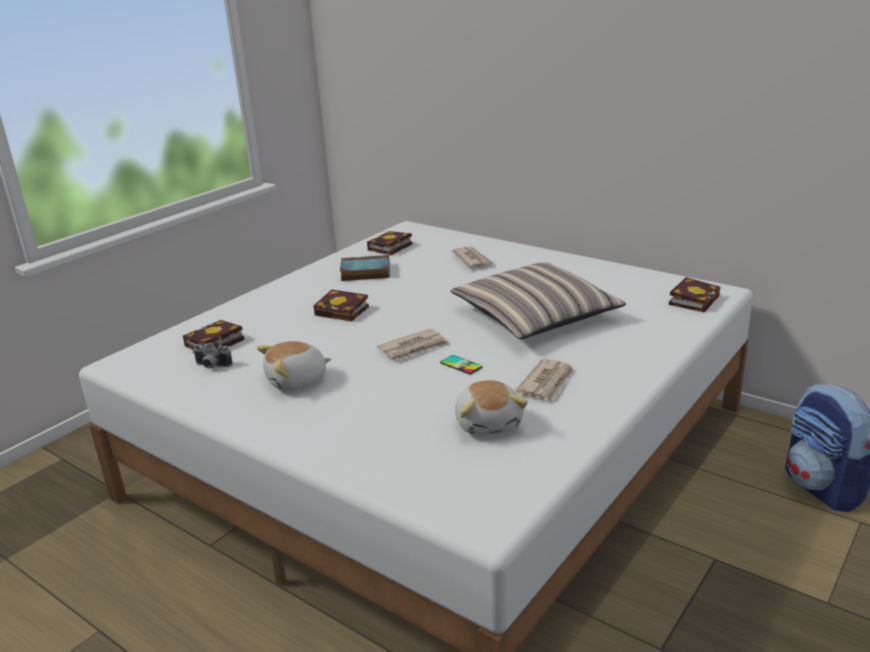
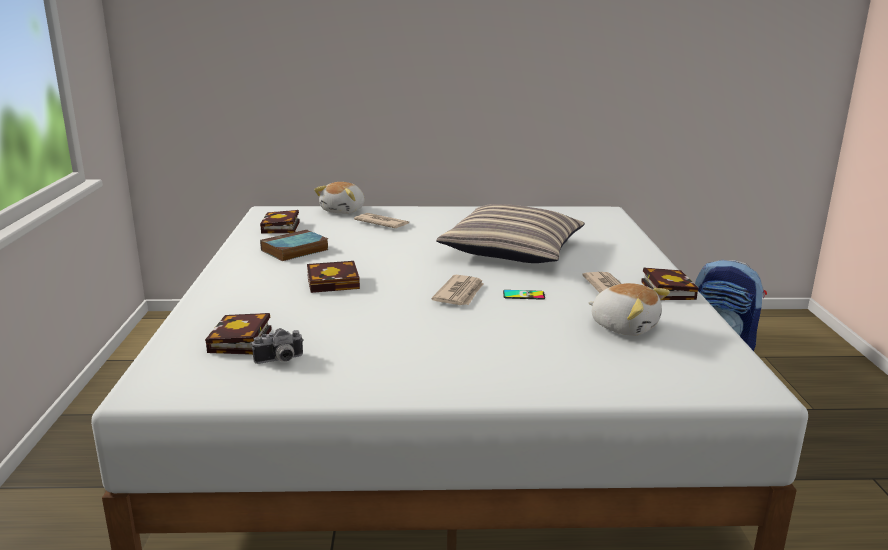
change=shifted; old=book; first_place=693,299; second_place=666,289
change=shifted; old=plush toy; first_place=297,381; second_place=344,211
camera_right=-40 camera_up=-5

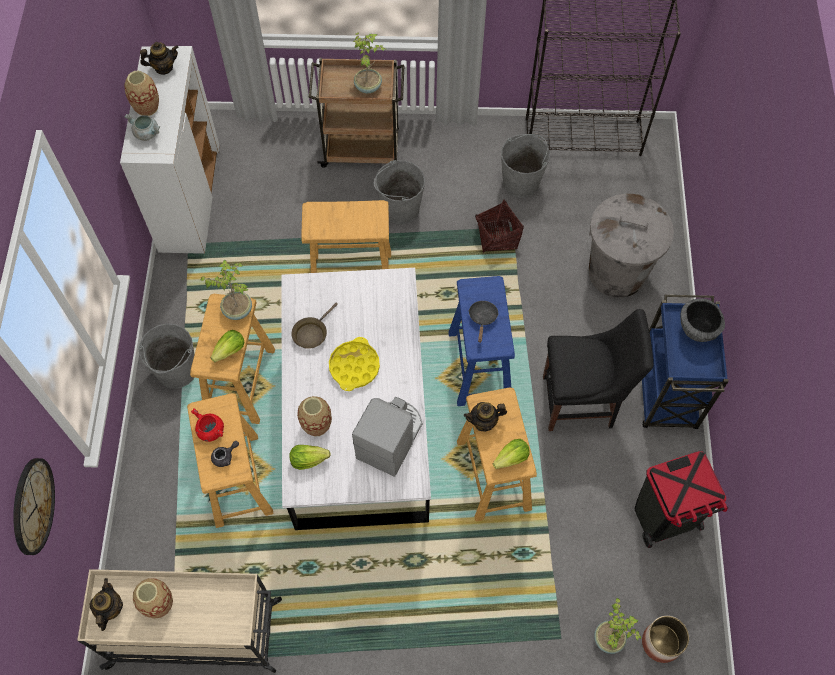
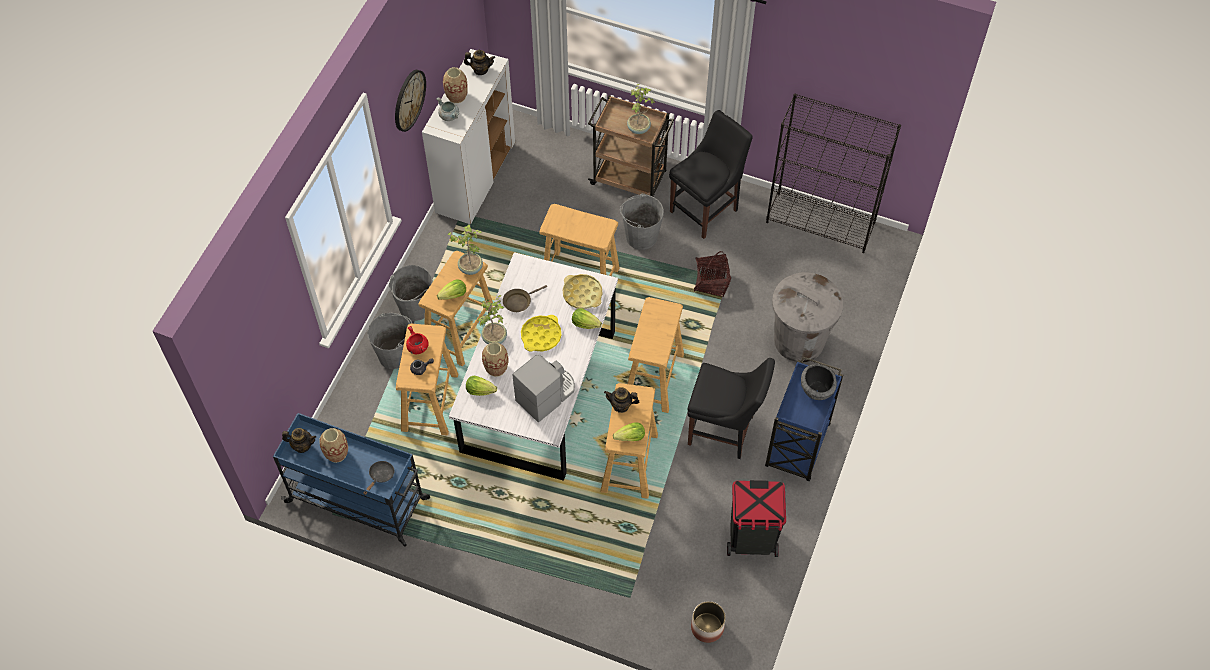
change=shifted; old=bucket (grey); first_place=521,182; second_place=395,354
change=repainted; old=stool (blue); new=stool (beige); first_place=479,367; second_place=653,378
change=shifted; old=frying pan (black); first_place=482,318; second_place=380,476
change=shifted; old=wall clock; first_place=32,506; second_place=409,100
change=repainted; old=cart (beige); new=cart (blue); first_place=197,633; second_place=359,501
change=rotated; old=teapot; first_place=110,609; second_place=302,445; degrees=75
change=shifted; old=potted plant; first_place=609,638; second_place=495,338
change=new; new=chair (black); second_place=706,209
change=new; new=tray (yellow); second_place=582,294
change=new; new=lettuce; second_place=585,323
camera_right=20 camera_up=-5

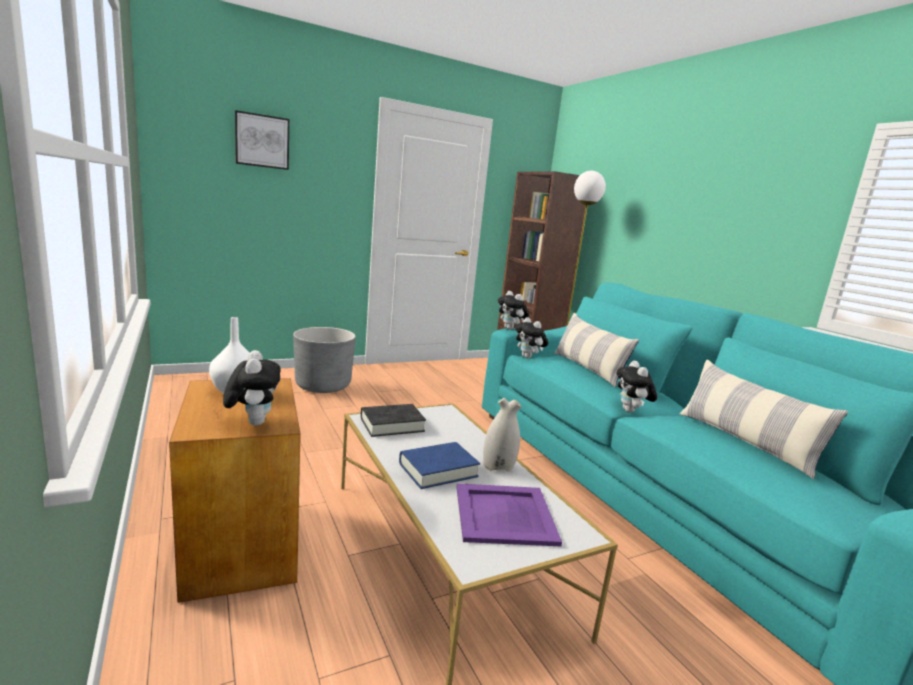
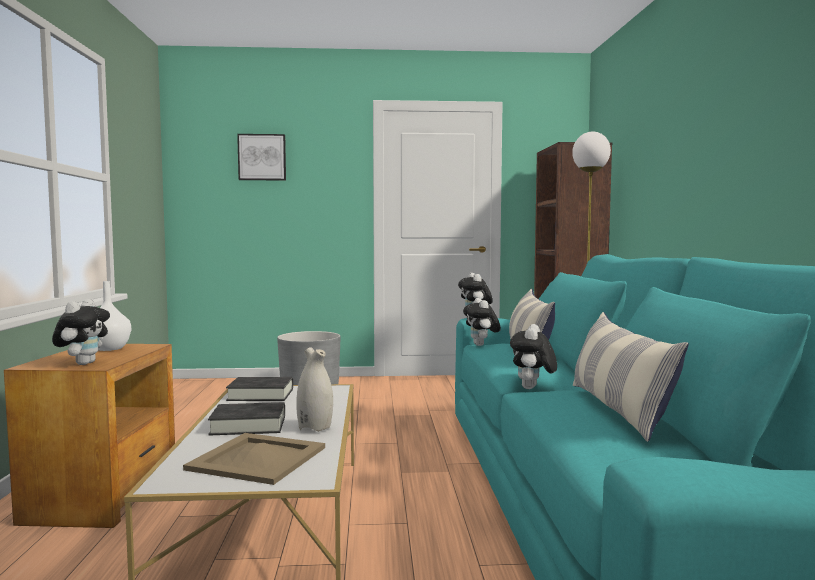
change=repainted; old=book (blue); new=book (black); first_place=438,470; second_place=248,425
change=repainted; old=tray (purple); new=tray (beige); first_place=503,513; second_place=257,458
camera_right=25 camera_up=-10

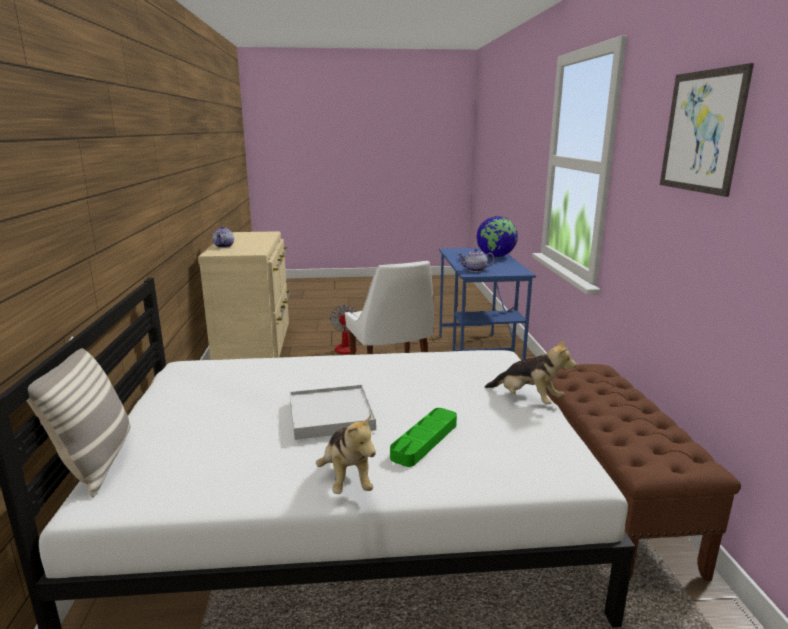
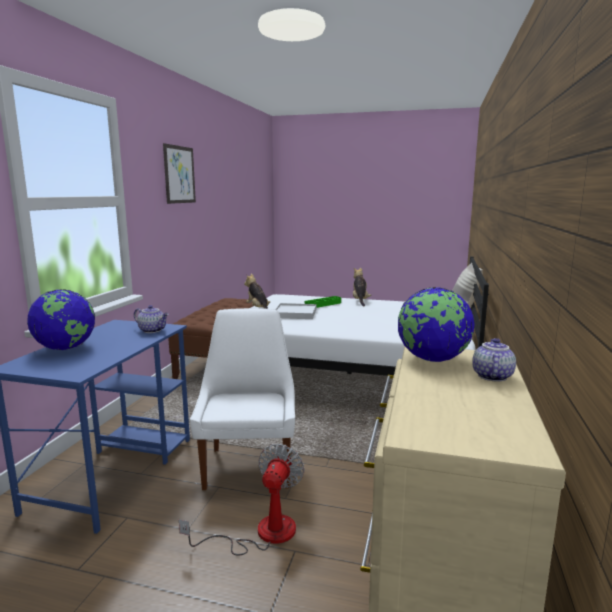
change=shifted; old=tray (white); first_place=330,415; second_place=295,313
change=new; new=globe; second_place=432,359
camera_right=-160 camera_up=-5

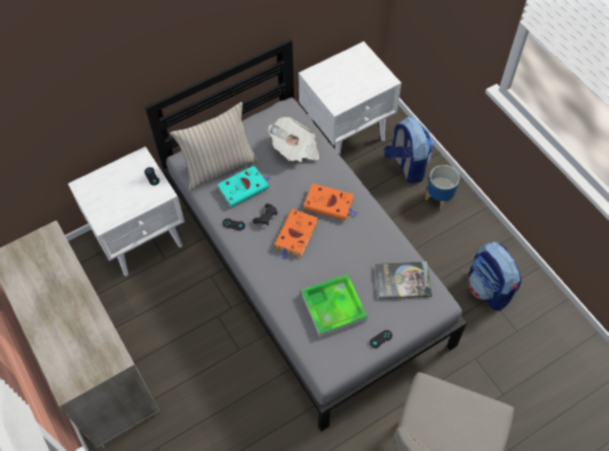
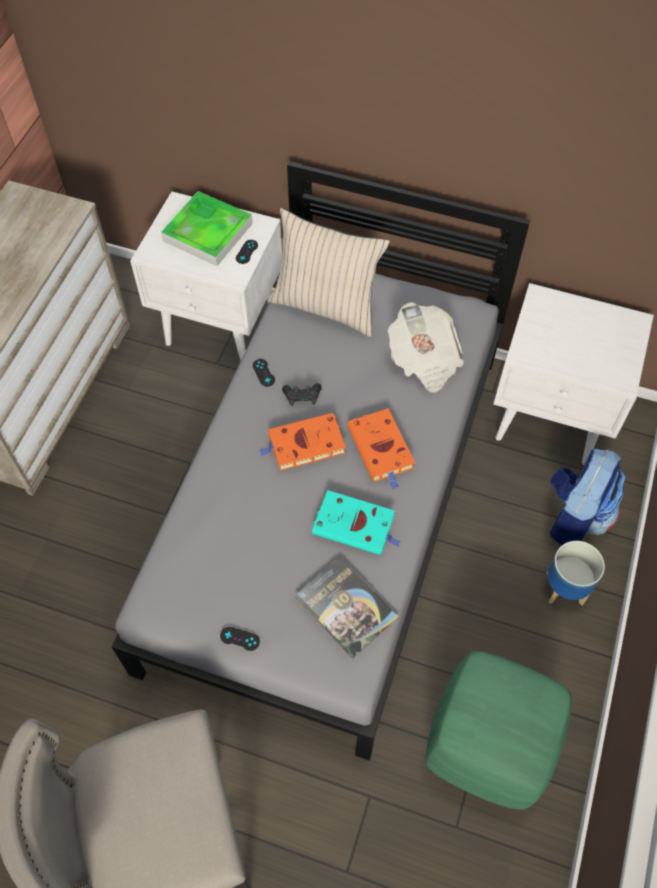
change=shifted; old=book (turquoise); first_place=244,187; second_place=356,526
change=swapped; old=backpack; new=ottoman (green); first_place=489,289; second_place=488,745
change=shifted; old=tray; first_place=333,307; second_place=208,232
camera_right=50 camera_up=0

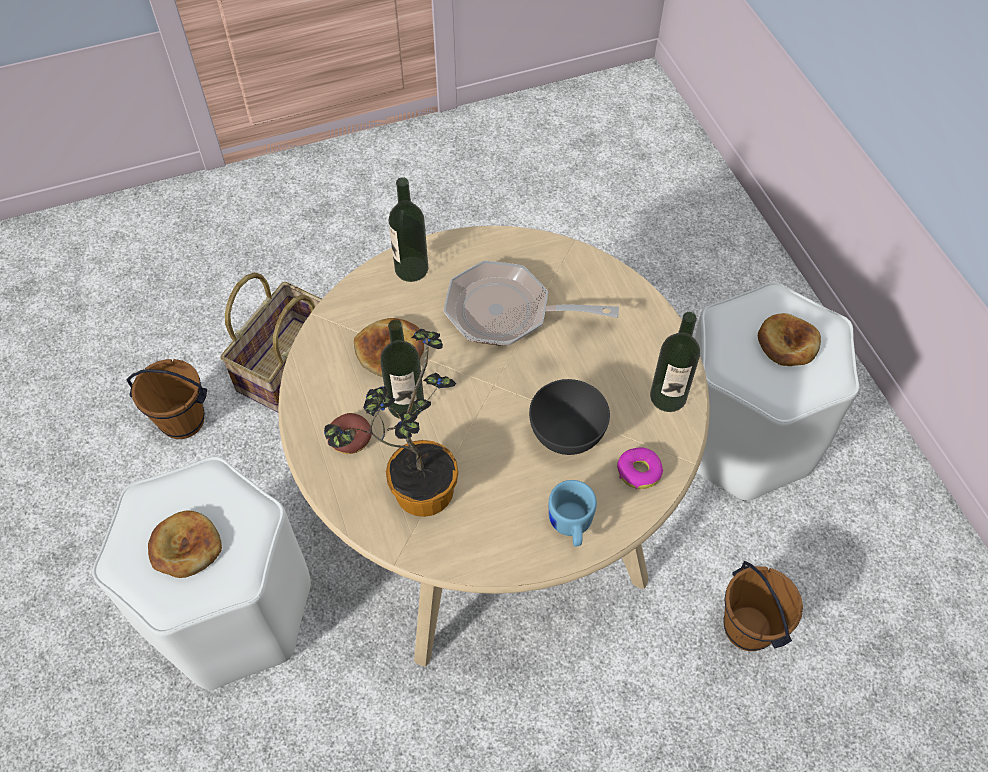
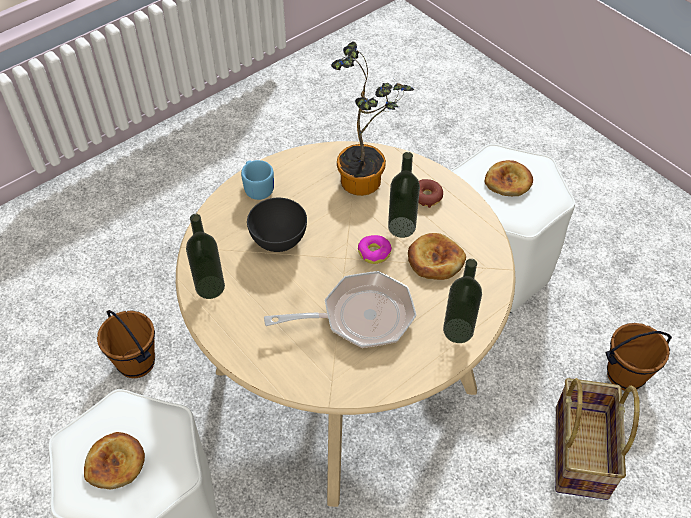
change=shifted; old=donut; first_place=638,471; second_place=374,252
camera_right=160 camera_up=-5

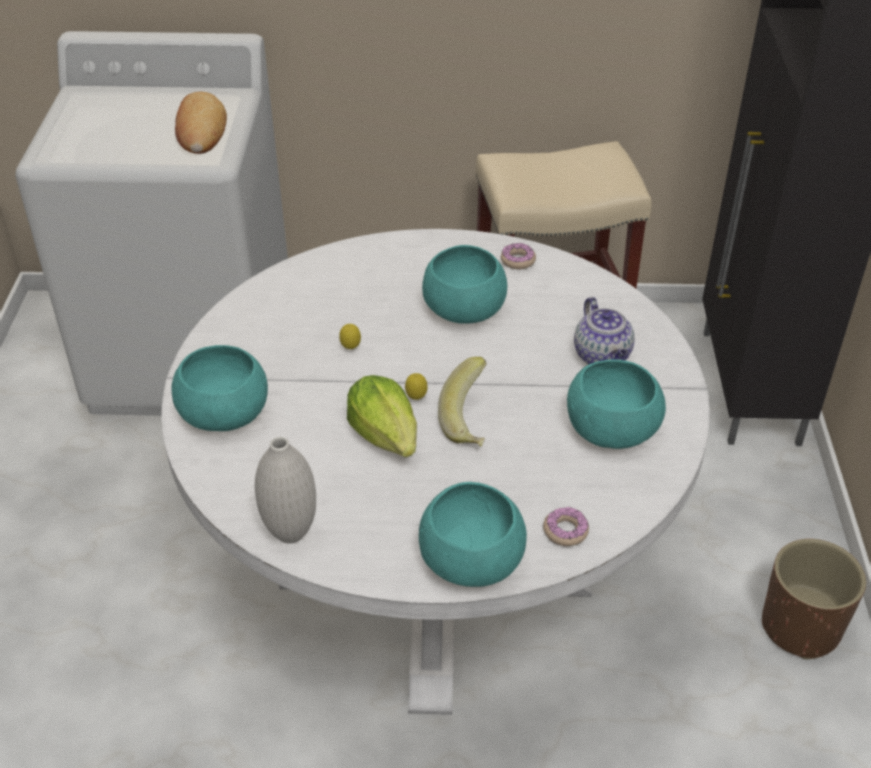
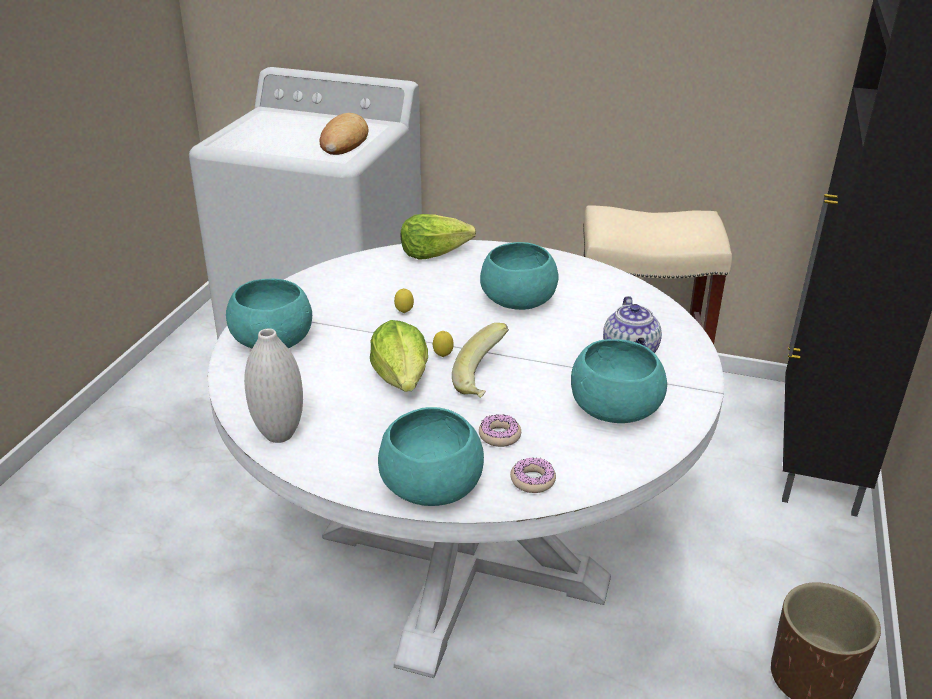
change=shifted; old=donut; first_place=518,260; second_place=499,436
change=new; new=lettuce; second_place=434,253
camera_right=15 camera_up=-10

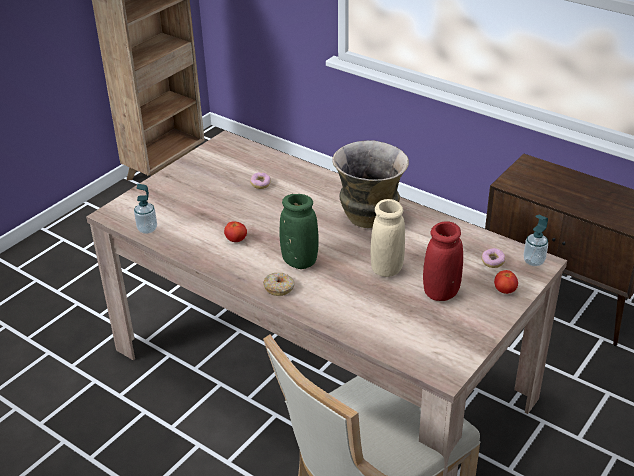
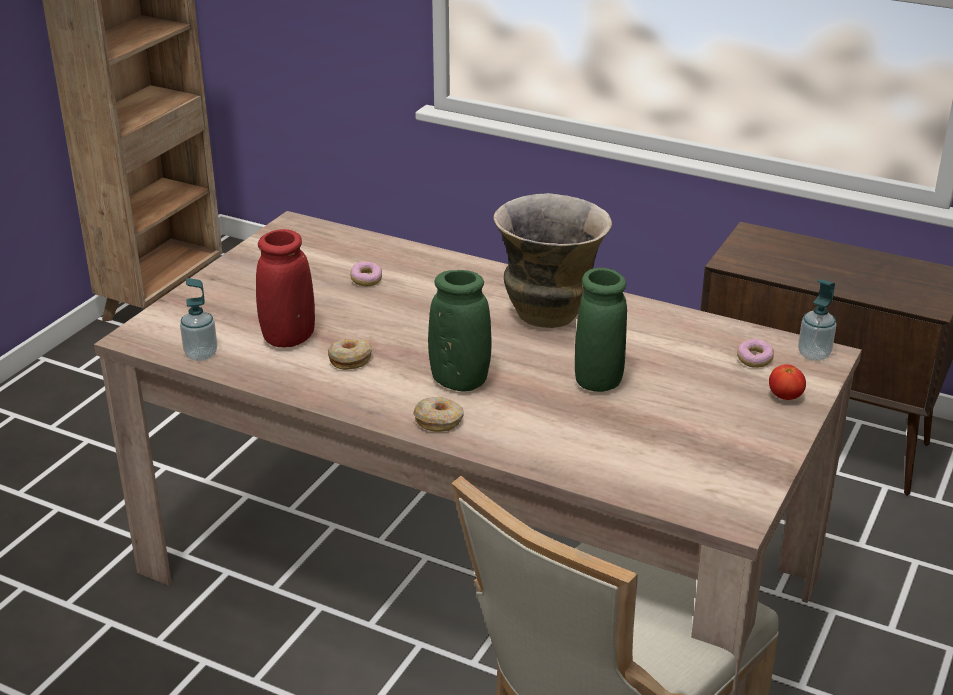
change=repainted; old=vase (beige); new=vase (green); first_place=387,269; second_place=598,381
change=swapped; old=tomato; new=donut; first_place=236,240; second_place=350,359
change=shifted; old=vase (red); first_place=441,293; second_place=289,338
camera_right=-10 camera_up=-5

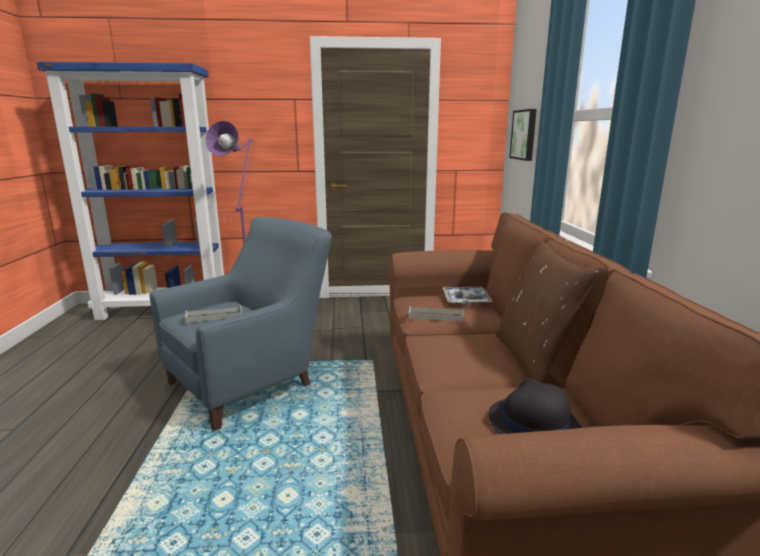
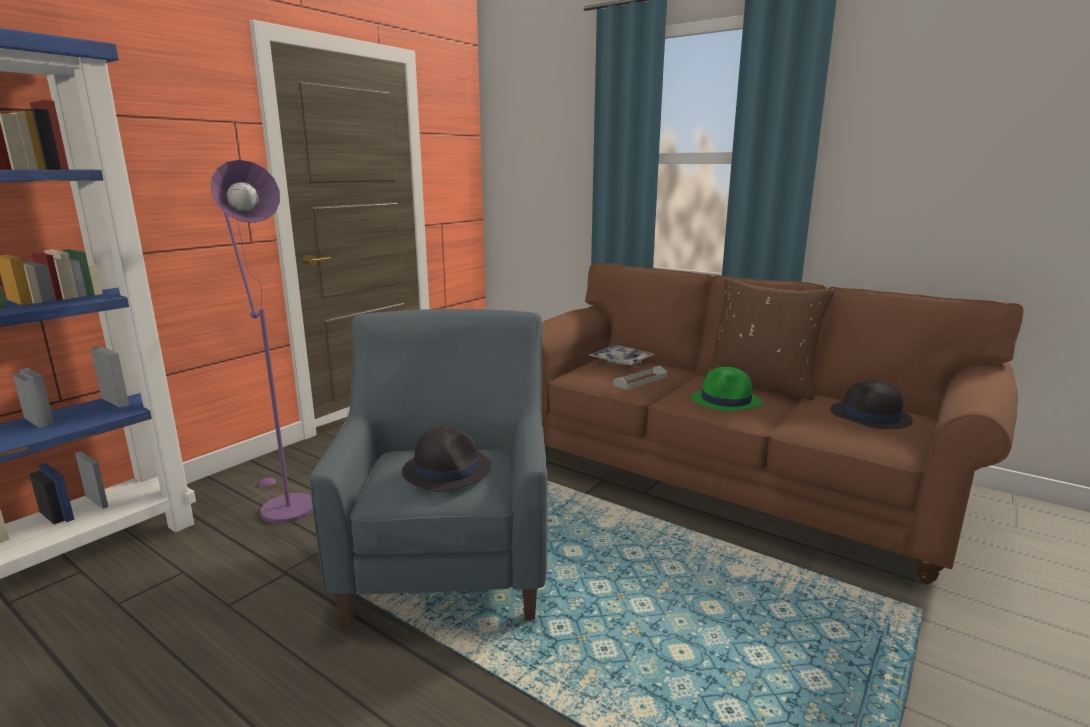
change=gone; old=picture; first_place=525,134
change=swapped; old=tray (grey); new=hat (black); first_place=214,316; second_place=447,469
change=new; new=hat (green); second_place=726,401
camera_right=-50 camera_up=0

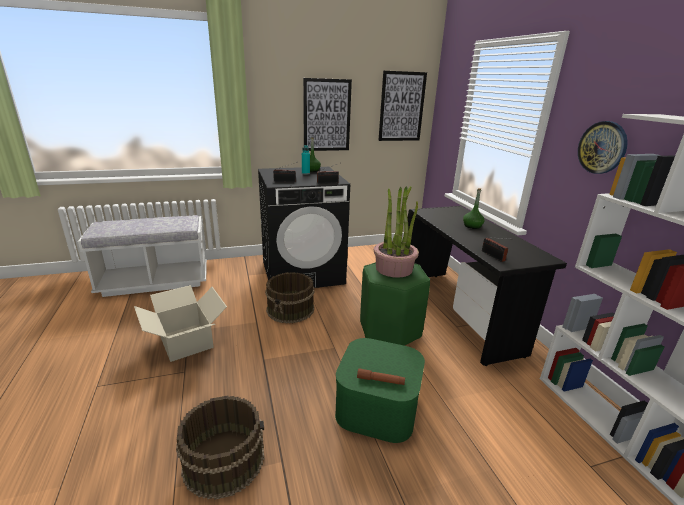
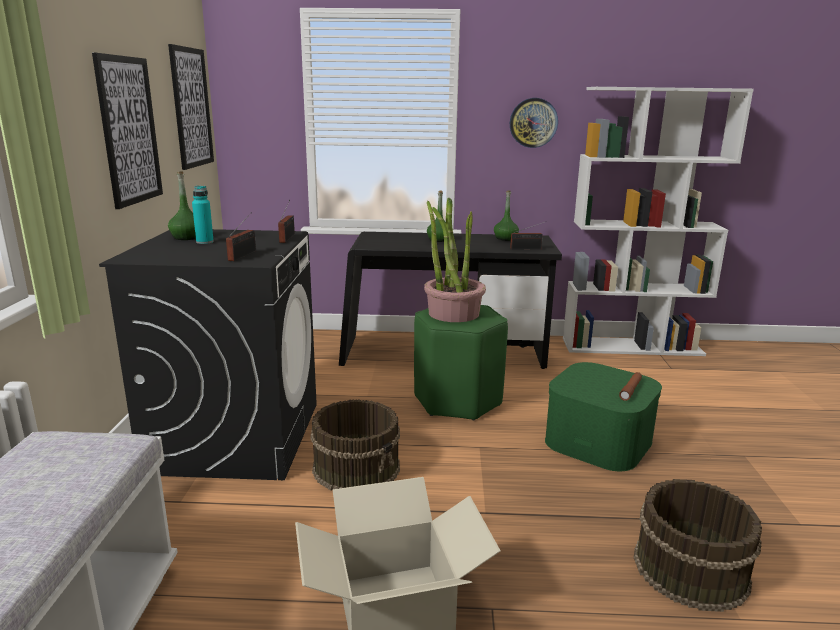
change=new; new=bottle (green); second_place=505,238
camera_right=-70 camera_up=-5

